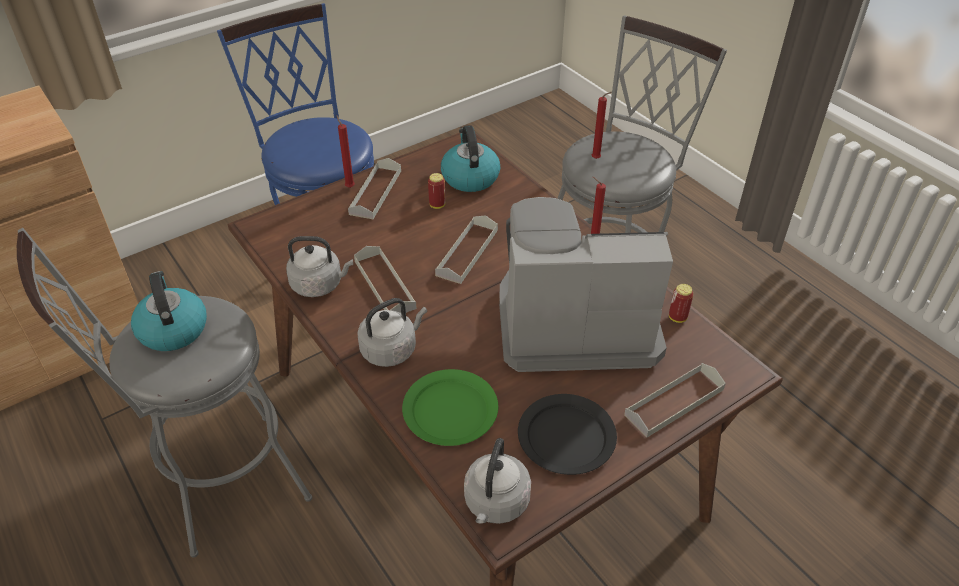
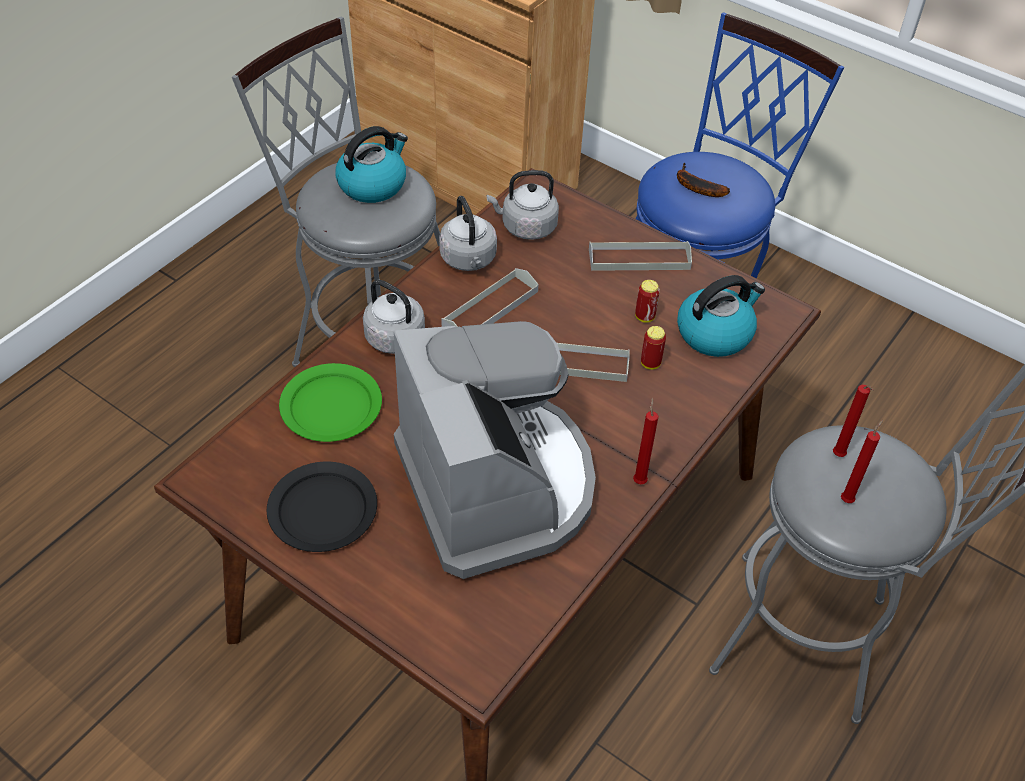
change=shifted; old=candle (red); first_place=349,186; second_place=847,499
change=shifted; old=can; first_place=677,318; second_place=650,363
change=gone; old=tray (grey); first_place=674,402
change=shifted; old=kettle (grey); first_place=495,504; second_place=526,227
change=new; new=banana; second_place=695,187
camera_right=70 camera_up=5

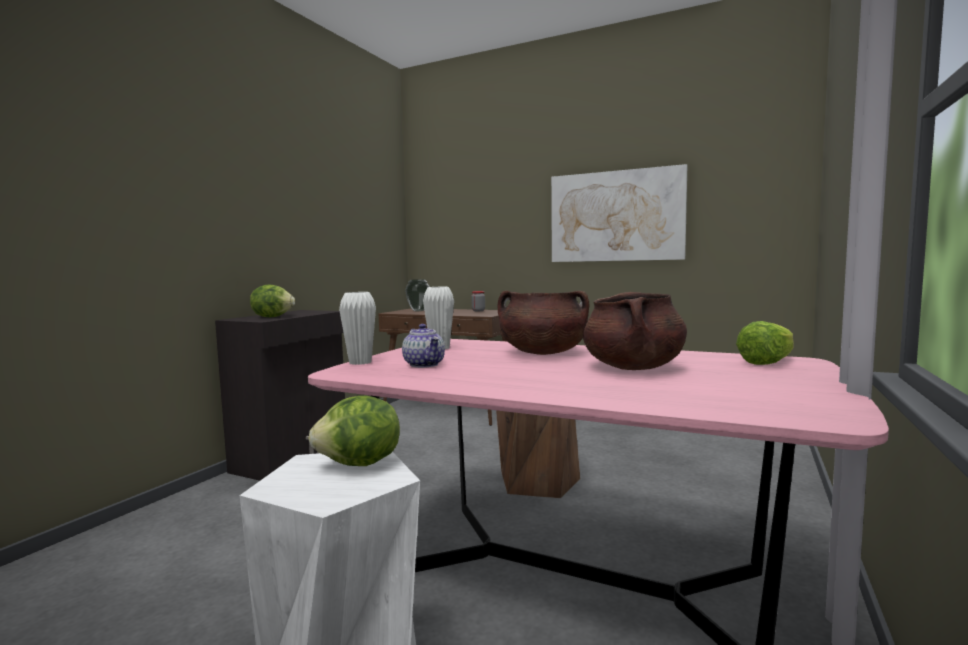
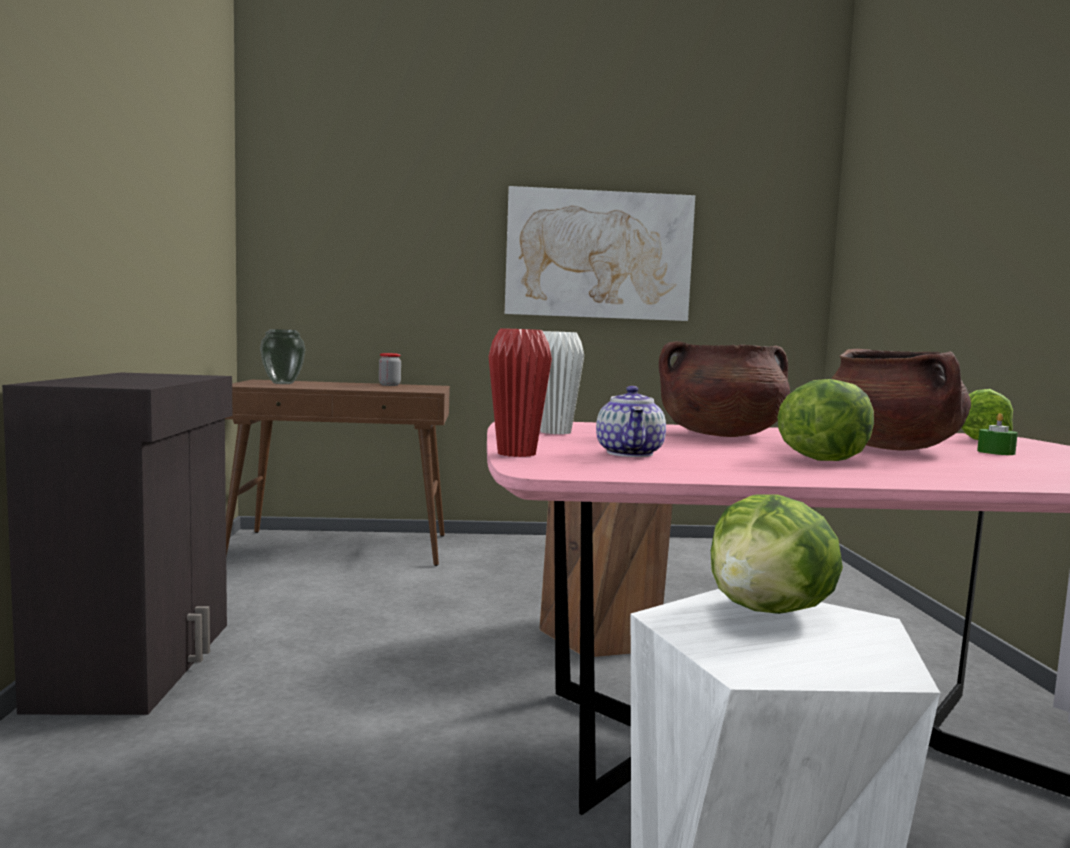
change=shifted; old=lettuce; first_place=273,317; second_place=822,459
change=repainted; old=vase (white); new=vase (red); first_place=360,362; second_place=516,454
change=rotated; old=teapot; first_place=424,364; second_place=630,453; degrees=60
change=new; new=candle (green); second_place=996,452
camera_right=-30 camera_up=0

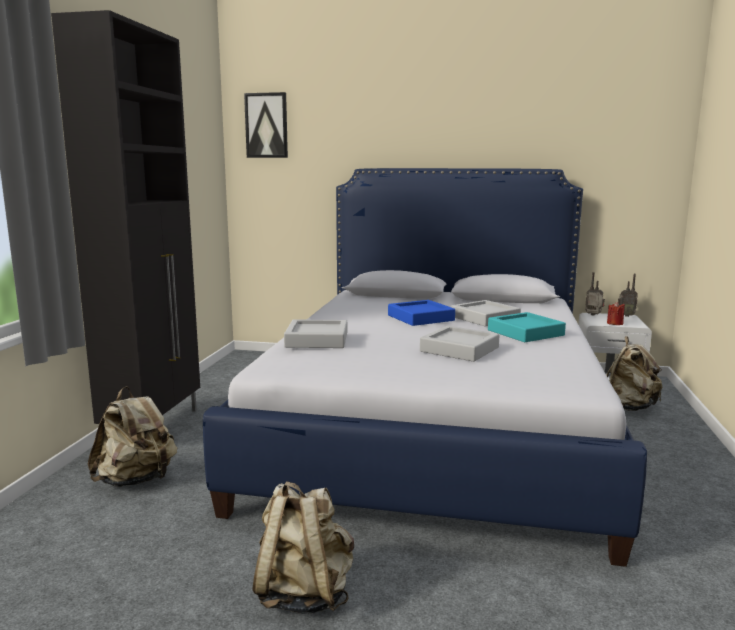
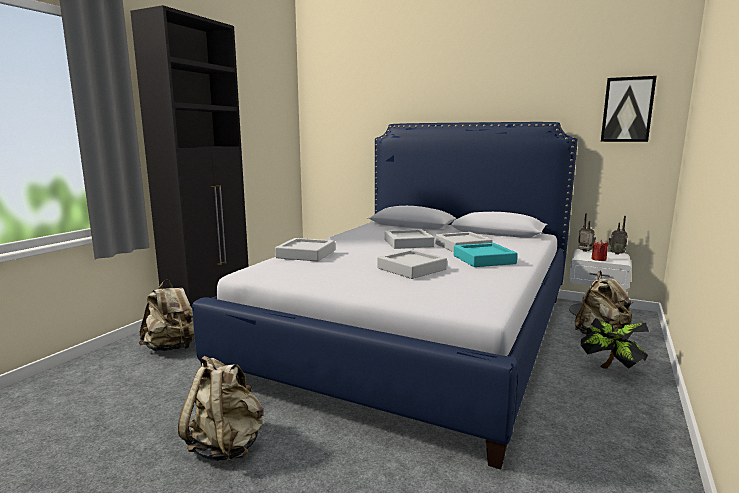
change=shifted; old=picture; first_place=266,125; second_place=627,109
change=repainted; old=tray (blue); new=tray (grey); first_place=420,318; second_place=408,243
change=new; new=potted plant; second_place=611,370
camera_right=15 camera_up=0

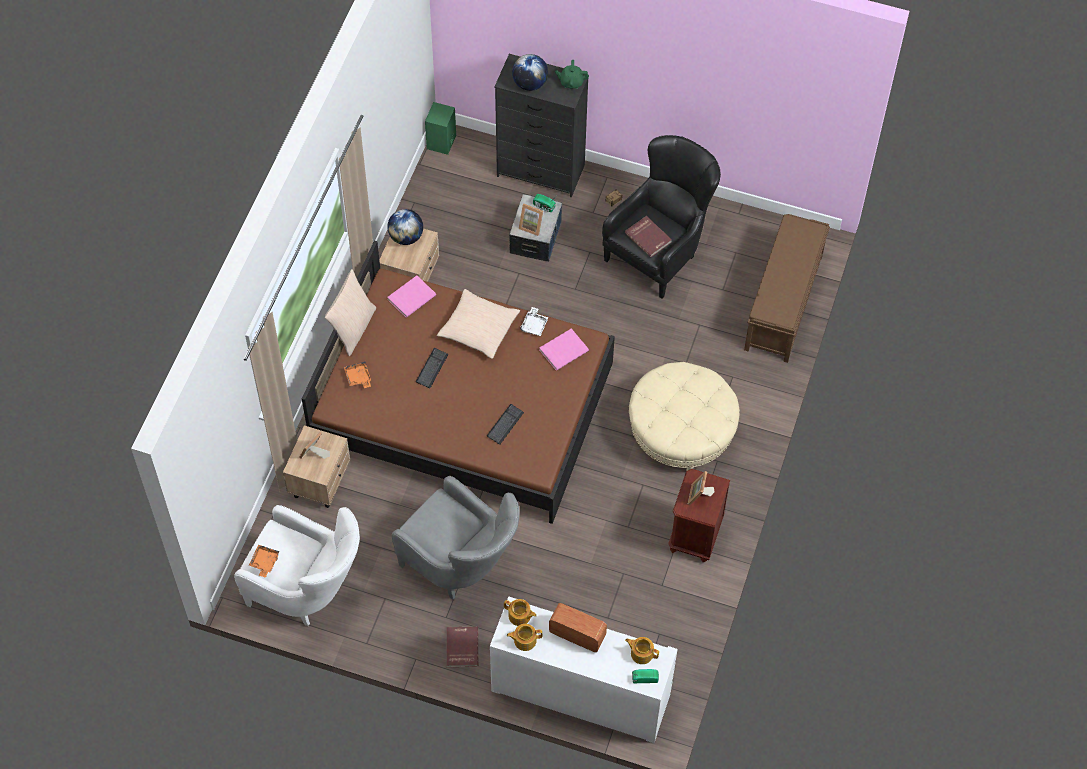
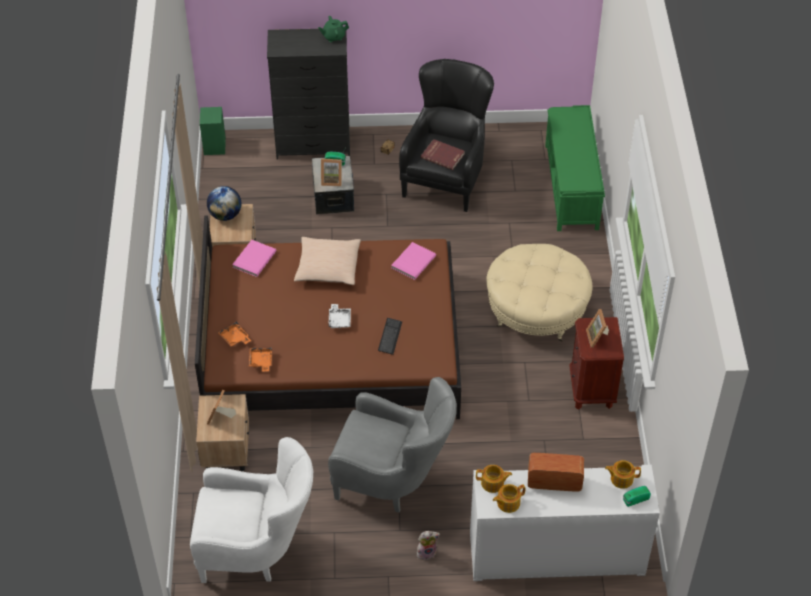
change=gone; old=globe; first_place=530,83
change=repainted; old=bench (brown); new=bench (green); first_place=783,304; second_place=571,187
change=gone; old=pillow (beige); first_place=353,328
change=shifted; old=tray (white); first_place=534,325; second_place=339,320
change=gone; old=keyboard; first_place=432,368
change=shifted; old=tray (orange); first_place=264,562; second_place=261,361
change=swapped; old=book (red); new=plush toy; first_place=461,647; second_place=426,552
camera_right=-20 camera_up=-10

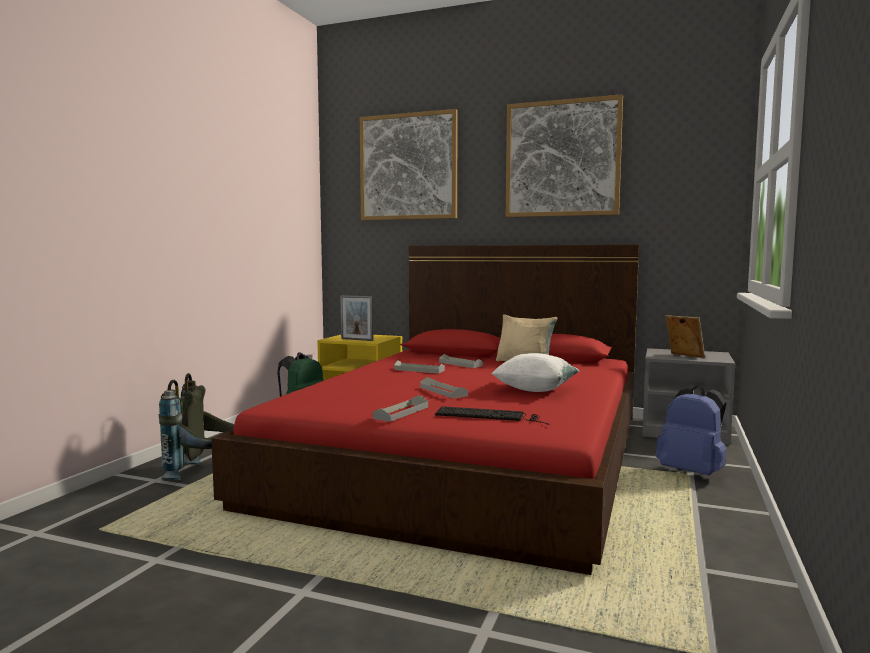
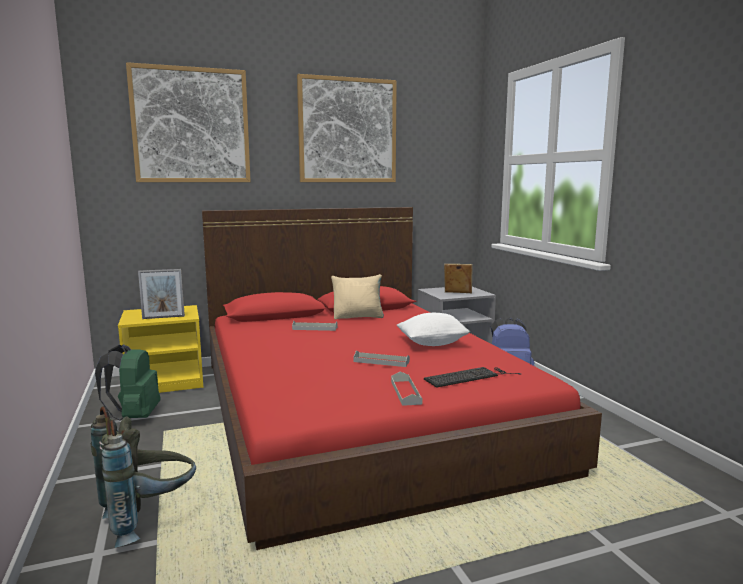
change=gone; old=tray (grey); first_place=419,370
camera_right=-40 camera_up=5

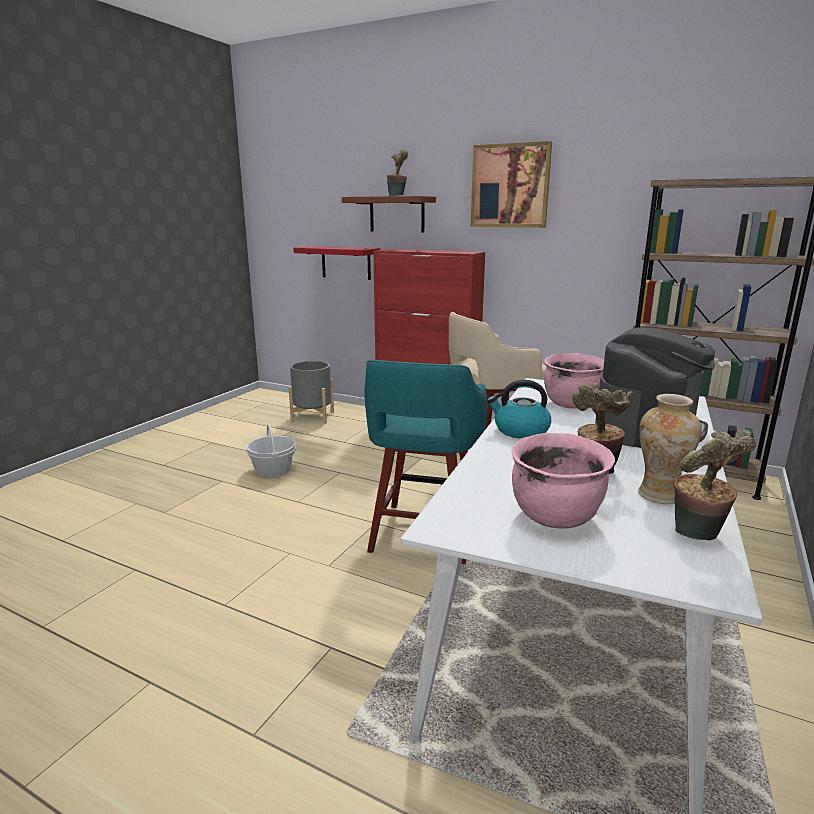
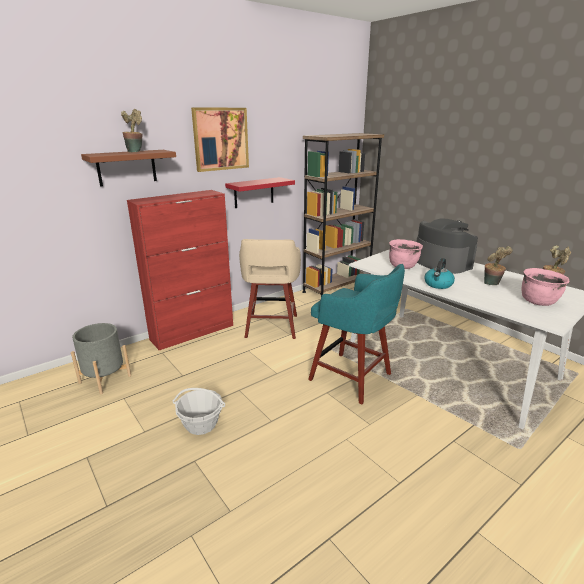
change=shifted; old=shelf (red); first_place=346,262; second_place=254,192
change=gone; old=vase; first_place=659,496
camera_right=-65 camera_up=5

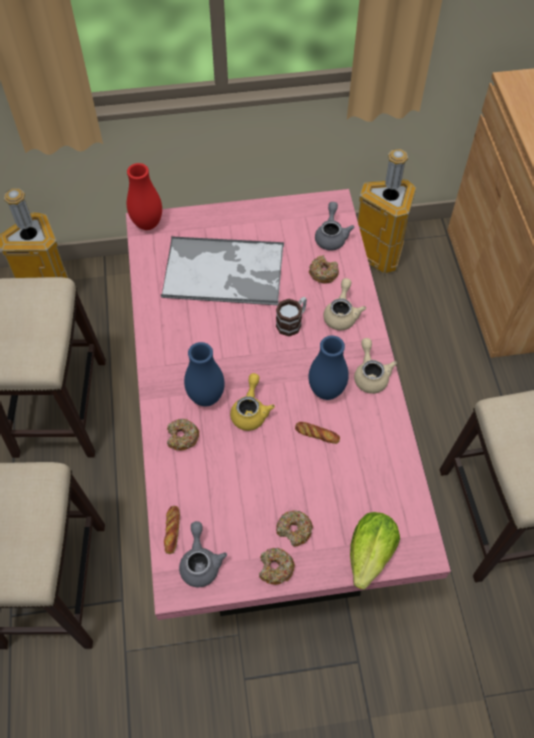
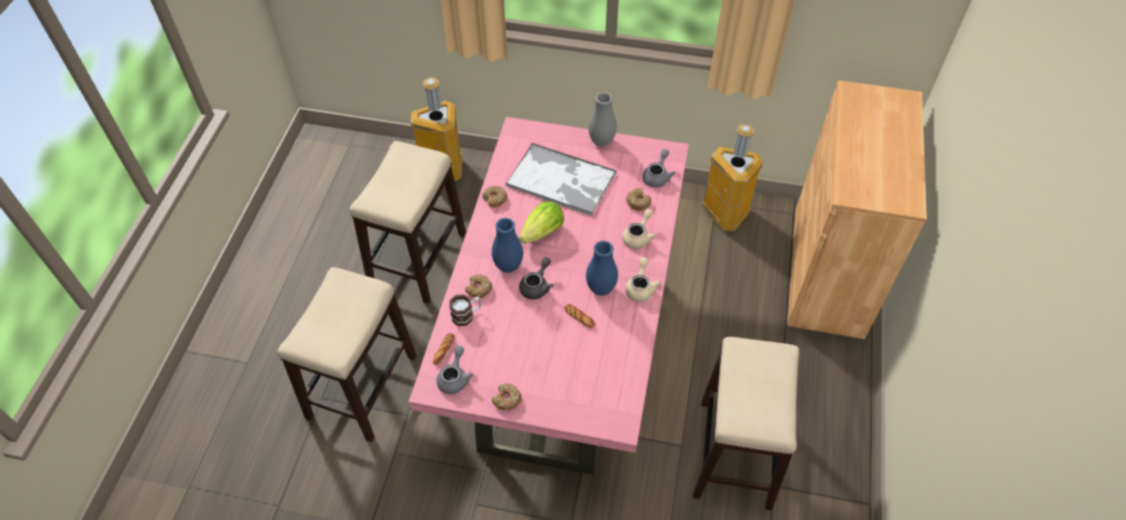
change=gone; old=vase (red); first_place=147,224
change=shifted; old=mug; first_place=292,322; second_place=467,315
change=repainted; old=teapot (yellow); new=teapot (grey); first_place=250,411; second_place=537,286
change=shifted; old=donut; first_place=294,530; second_place=495,199
change=shifted; old=lettuce; first_place=370,554; second_place=543,232
change=new; new=vase (grey); second_place=601,142
camera_right=20 camera_up=-5

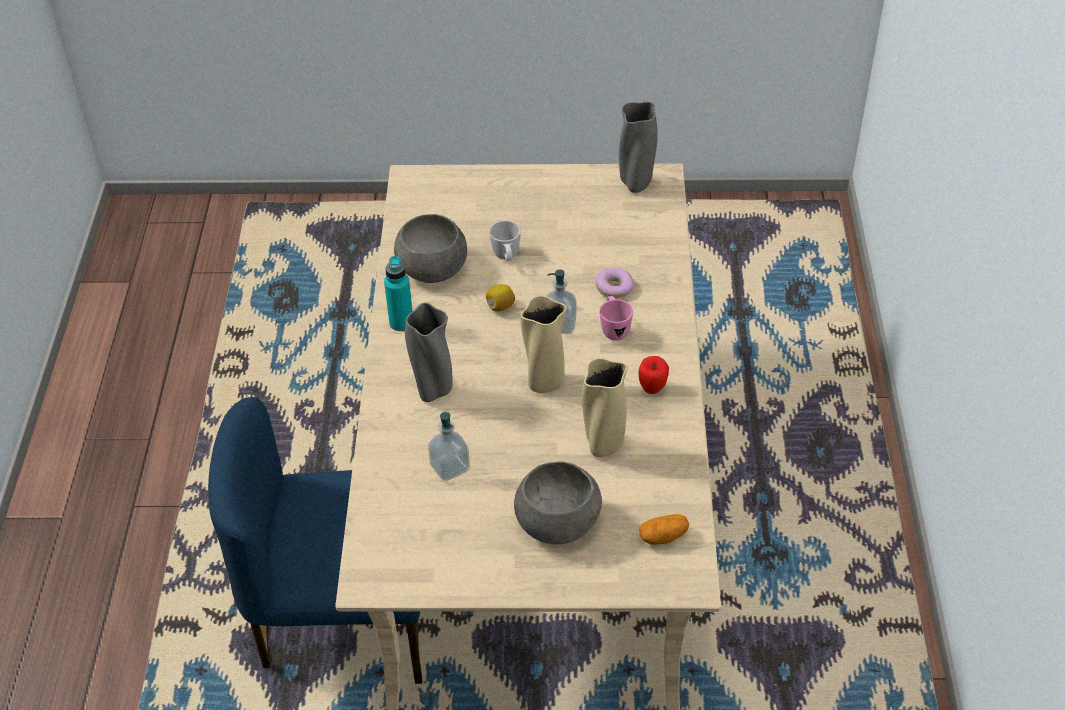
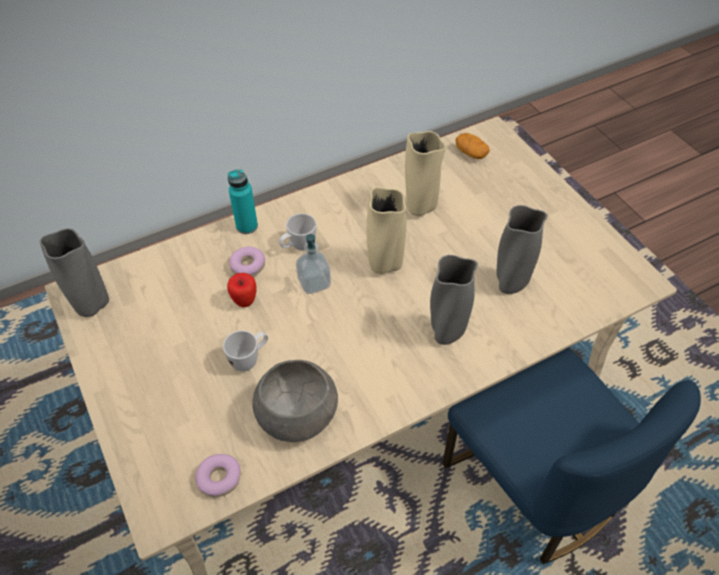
change=shifted; old=bottle (turquoise); first_place=401,322; second_place=247,226
change=gone; old=lemon; first_place=500,306
change=repainted; old=mug (pink); new=mug (white); first_place=614,329; second_place=298,247
change=shifted; old=apple; first_place=652,388; second_place=245,301
change=swapped; old=soap dispenser; new=vase (grey); first_place=450,467; second_place=510,283
change=gone; old=bowl (grey); first_place=558,520
change=new; new=donut; second_place=219,478
camera_right=-120 camera_up=5

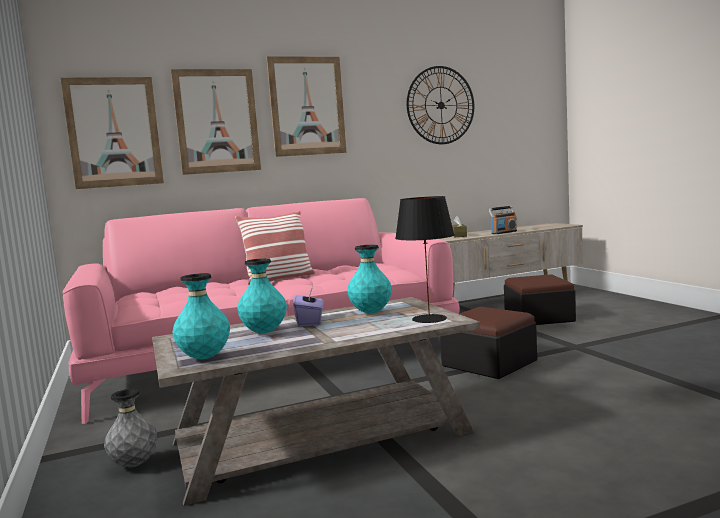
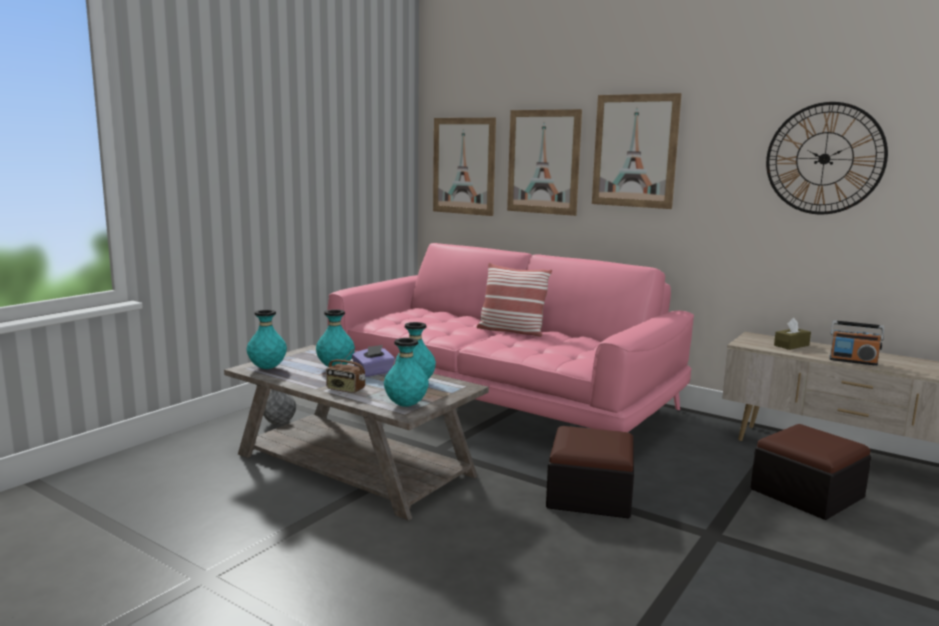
change=swapped; old=table lamp (black); new=vase (turquoise); first_place=428,318; second_place=406,405
change=new; new=radio; second_place=345,389
camera_right=55 camera_up=5

